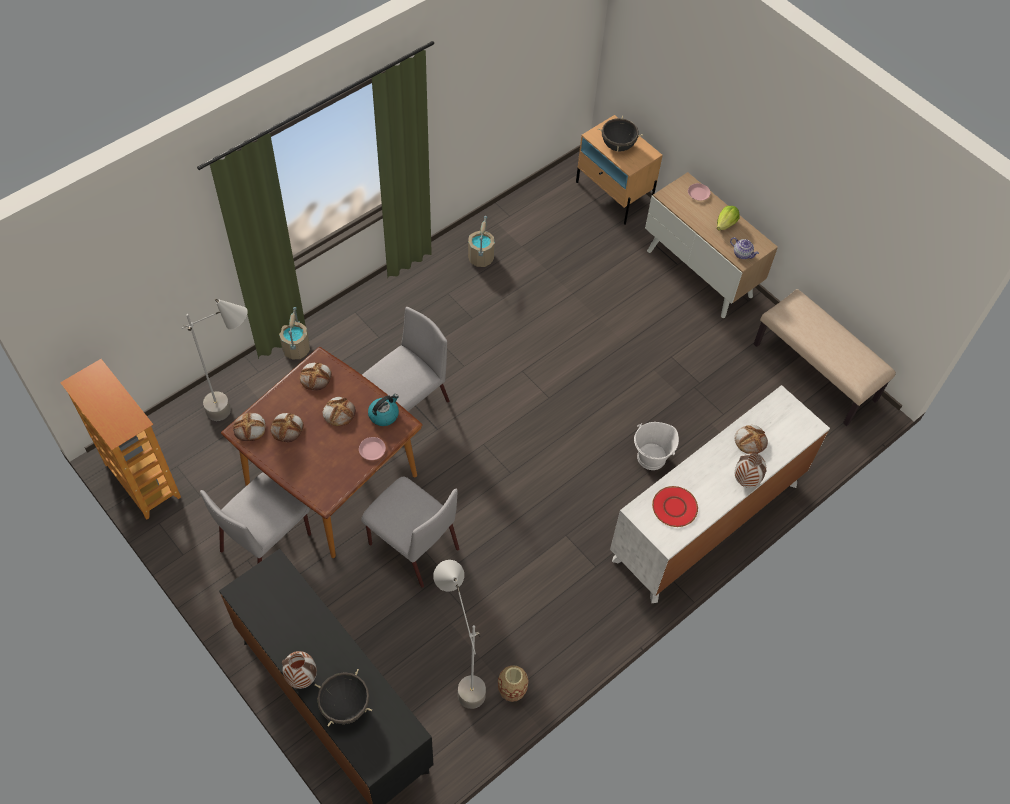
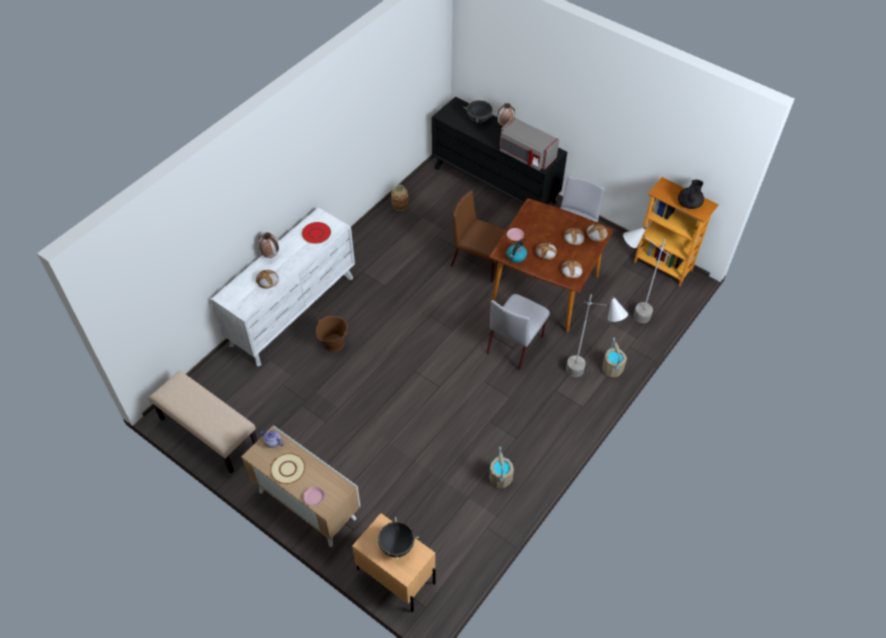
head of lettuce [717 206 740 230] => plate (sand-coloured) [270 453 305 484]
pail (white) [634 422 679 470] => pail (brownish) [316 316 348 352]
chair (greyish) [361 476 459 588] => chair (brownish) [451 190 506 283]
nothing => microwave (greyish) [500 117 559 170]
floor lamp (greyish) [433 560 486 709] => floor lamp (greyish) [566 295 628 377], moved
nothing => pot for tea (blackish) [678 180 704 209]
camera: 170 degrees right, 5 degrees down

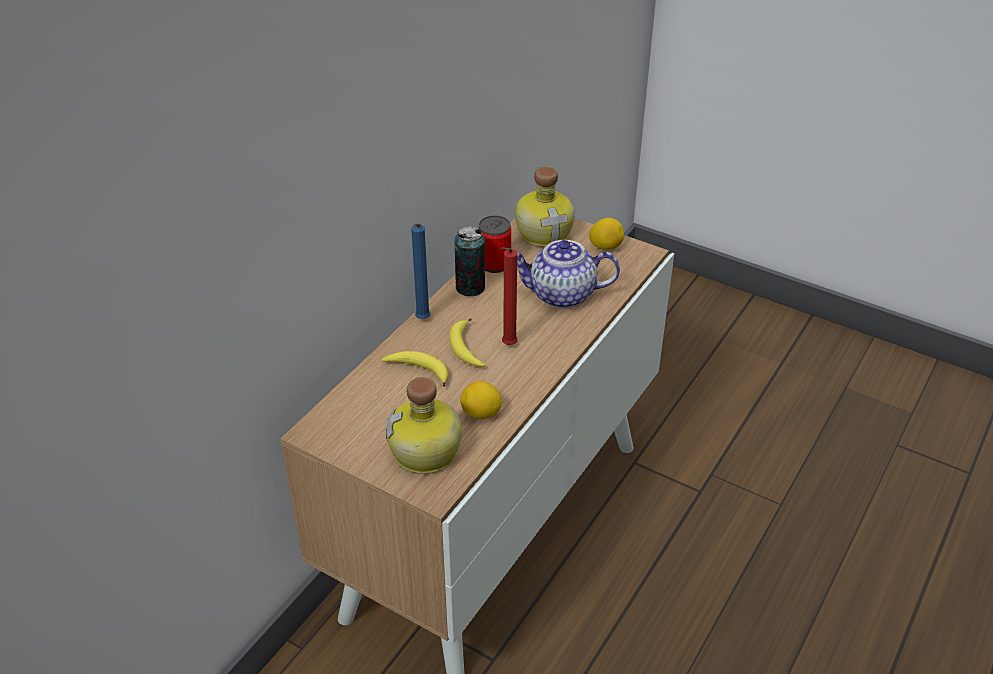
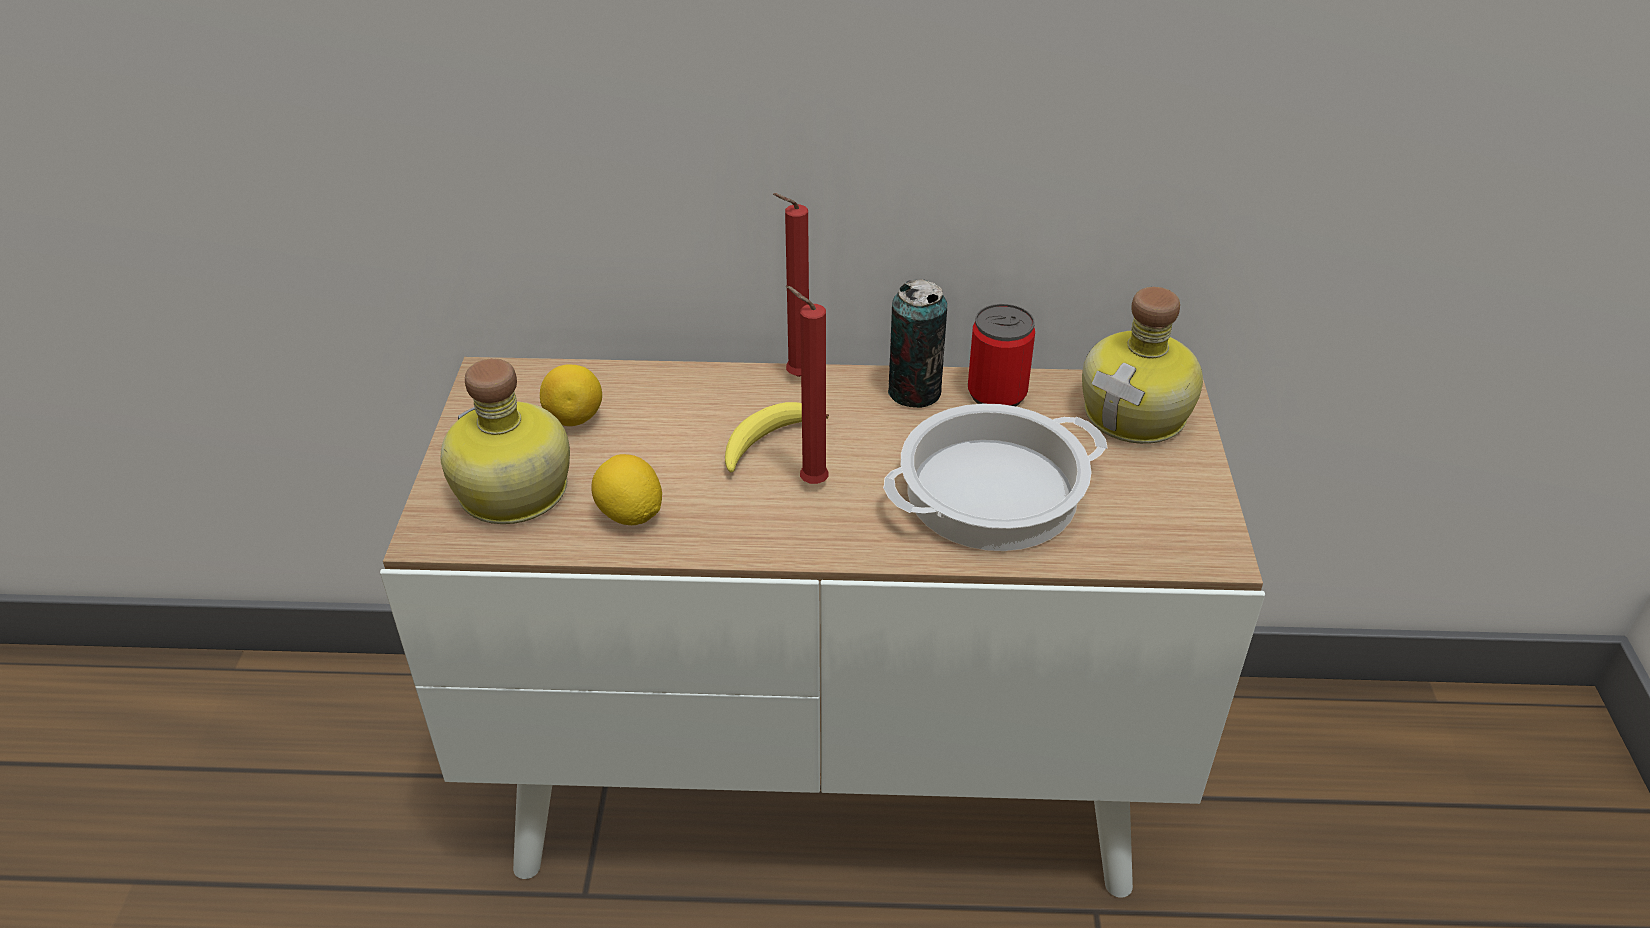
whole lemon [589 218 624 250] => whole lemon [540 365 602 426], moved
wax candle (bluish) [411 223 431 319] => wax candle (reddish) [773 193 809 377]
pot for tea [517 240 620 309] => cooking pot [883 404 1108 551]
whole banana [382 351 448 387] => nothing
camera: 60 degrees right, 0 degrees up

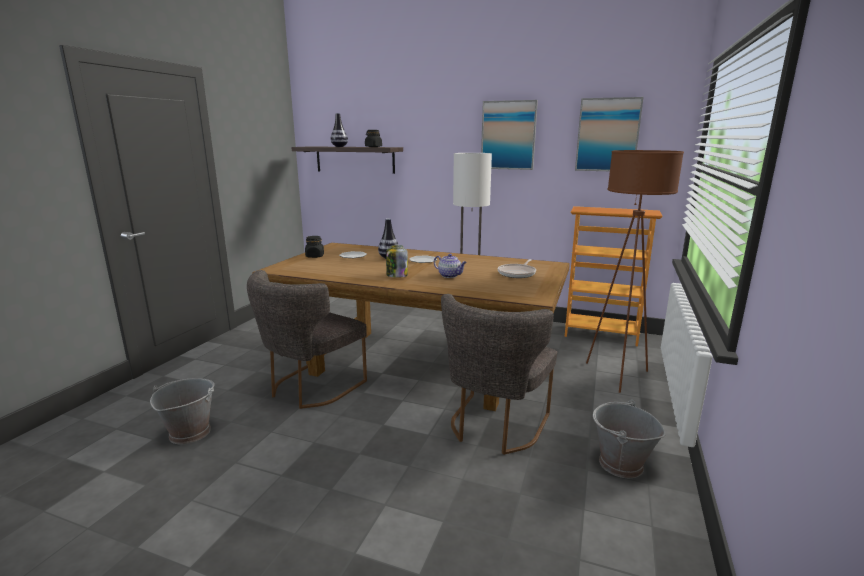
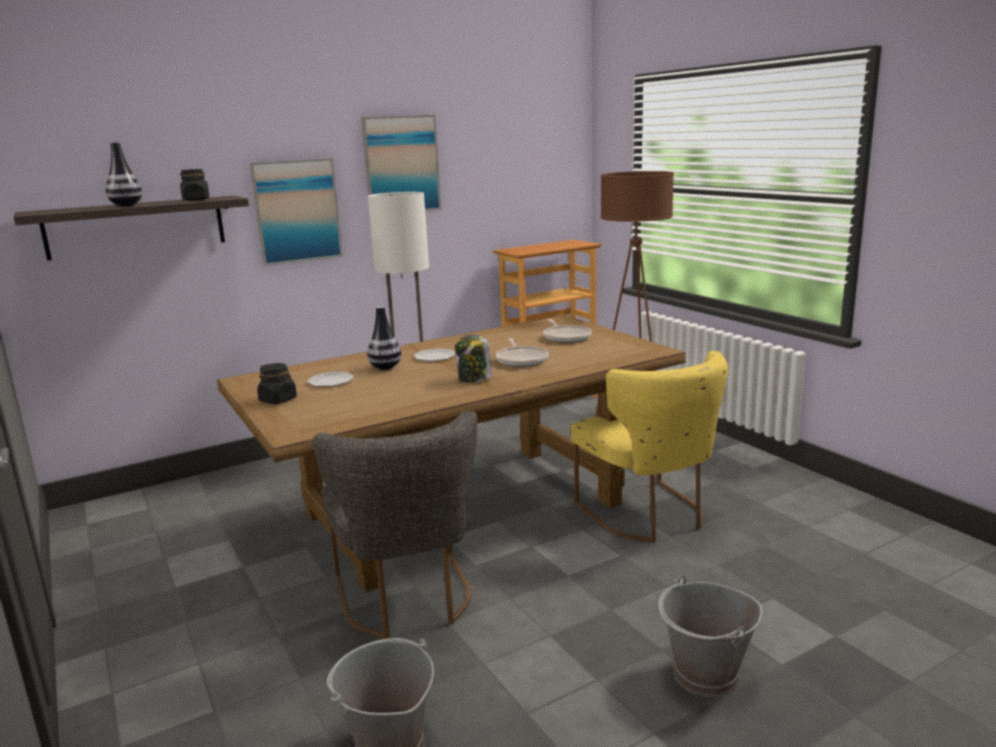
wall art [575 97 644 171] => wall art [250 158 343 266], moved
pot for tea [434 254 467 278] => pan [496 338 549 367]
chair (greyish) [441 294 557 455] => chair (yellowish) [570 351 728 543]
pail (greyish) [593 400 666 478] => pail (greyish) [658 575 762 697], moved
camera: 50 degrees left, 0 degrees up

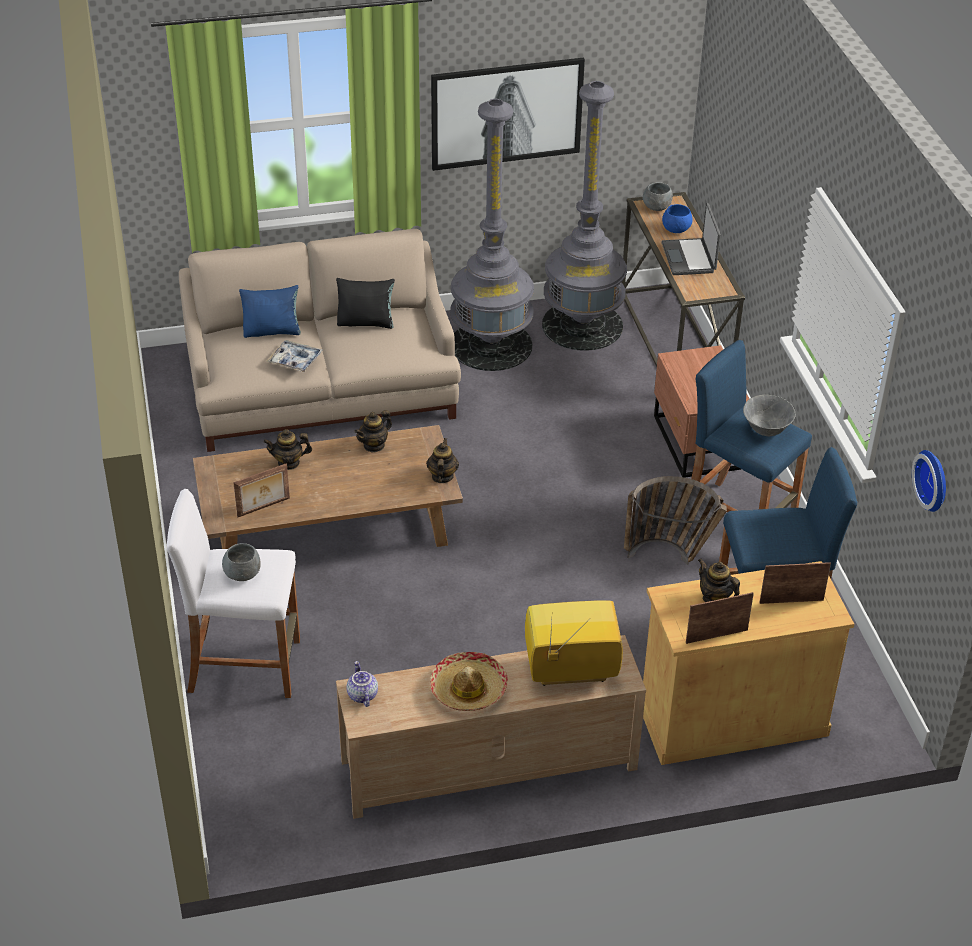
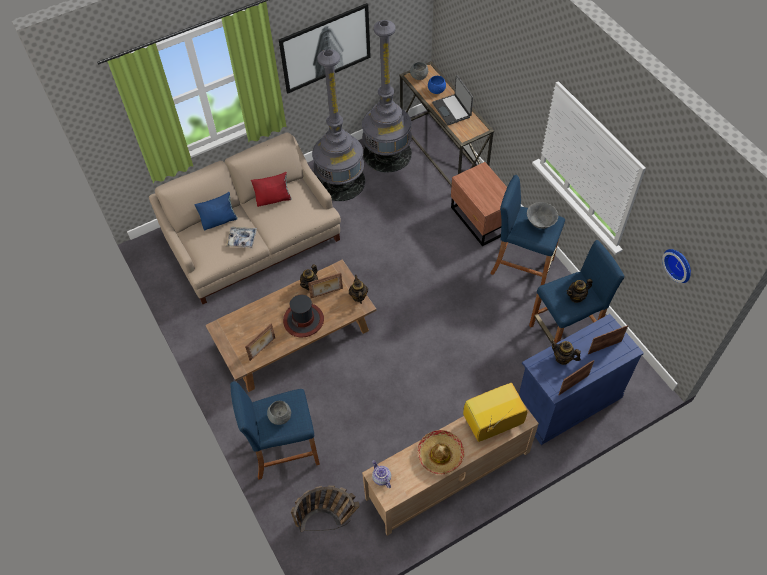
stool seat (white) [167 489 300 698] => stool seat (bluish) [230 381 320 480]
cushion (blackish) [336 278 395 329] => cushion (reddish) [251 172 292 207]
nothing => hat [283 295 324 338]
storage basket [624 476 727 565] => storage basket [291 485 360 532], moved
nothing => picture frame [308 273 343 298]
cabinet (sand-coloured) [643 561 854 765] => cabinet (bluish) [519 314 644 445]
pot for tea [263 429 312 470] => pot for tea [567 279 592 303], moved
camera: 15 degrees left, 15 degrees up

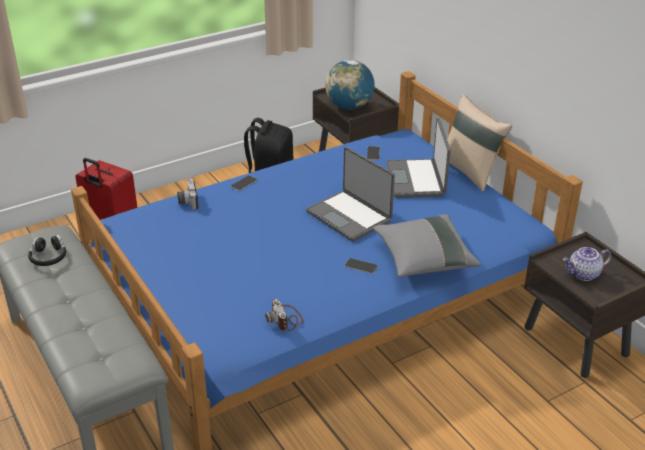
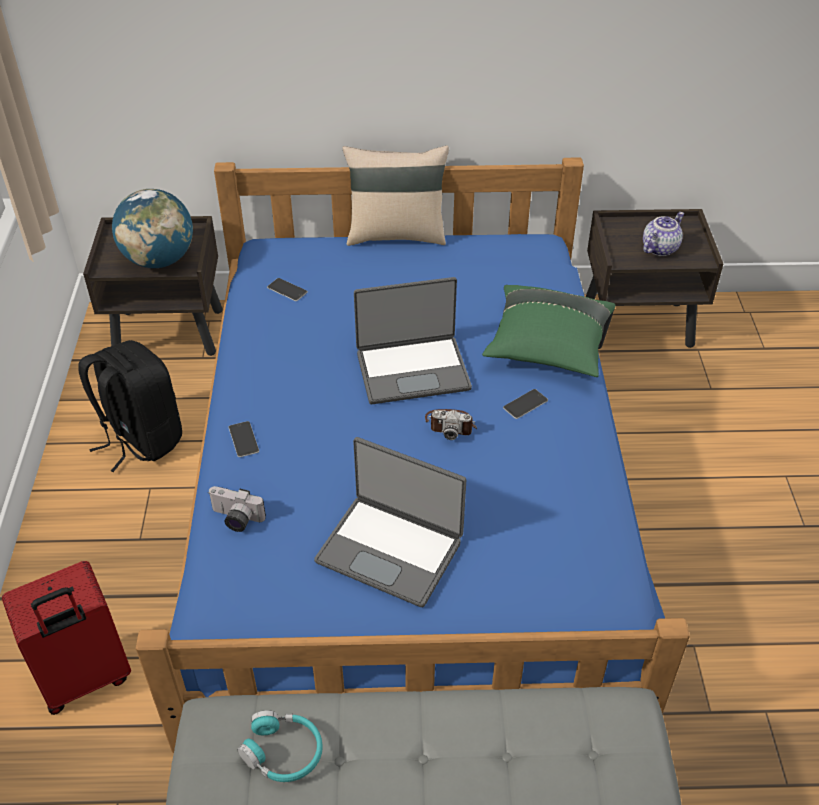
headphones (blackish) [28 235 66 266] => headphones (turquoise-coloured) [237 710 323 782]
laptop [386 117 451 198] => laptop [314 437 466 607], moved
still camera [265 299 303 331] => still camera [425 409 477 440], moved
cushion (greyish) [373 214 481 277] => cushion (green-coloured) [482 285 616 377]
pot for tea [563 247 612 281] => pot for tea [643 212 684 256], 150 degrees counterclockwise
camera: 60 degrees left, 10 degrees up

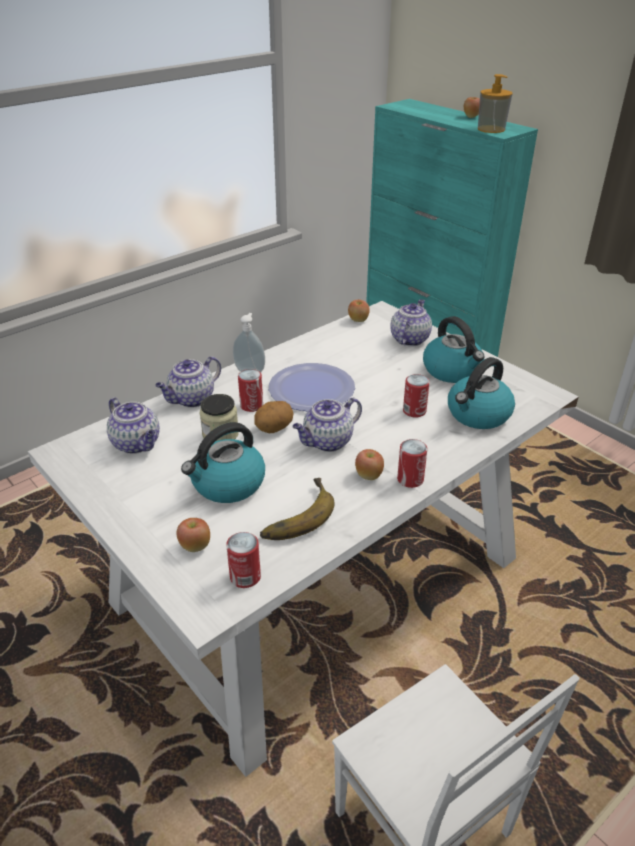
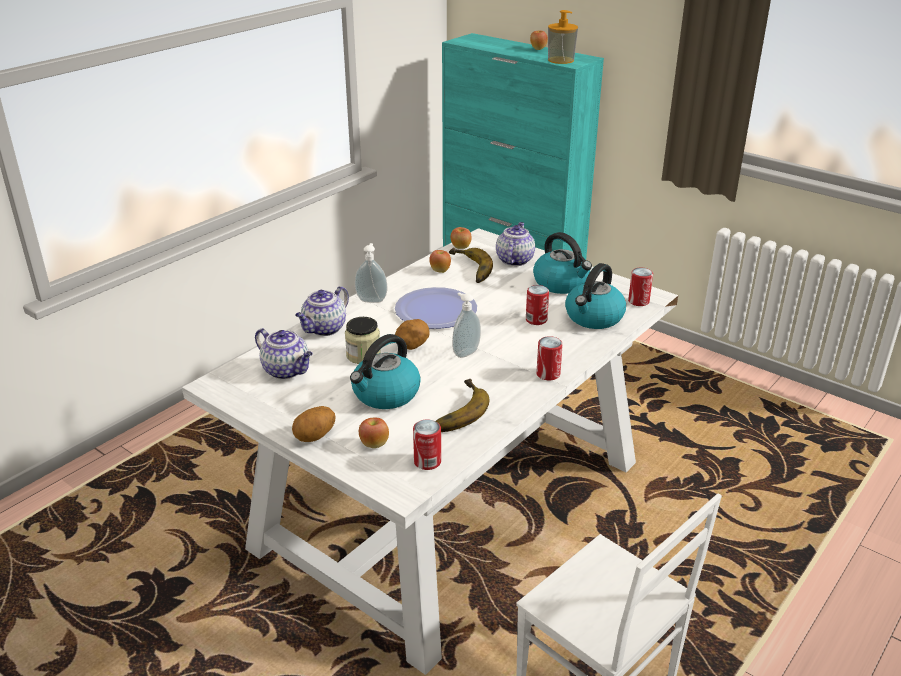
nothing => spud [292 406 335 442]
apple fruit [355 449 384 480] => apple fruit [429 250 451 273], moved
nothing => whole banana [449 248 493 283]
pot for tea [293 398 362 452] => soap bottle [452 292 481 358]
metal can [238 369 263 412] => metal can [628 268 653 306], moved
camera: 10 degrees left, 5 degrees down

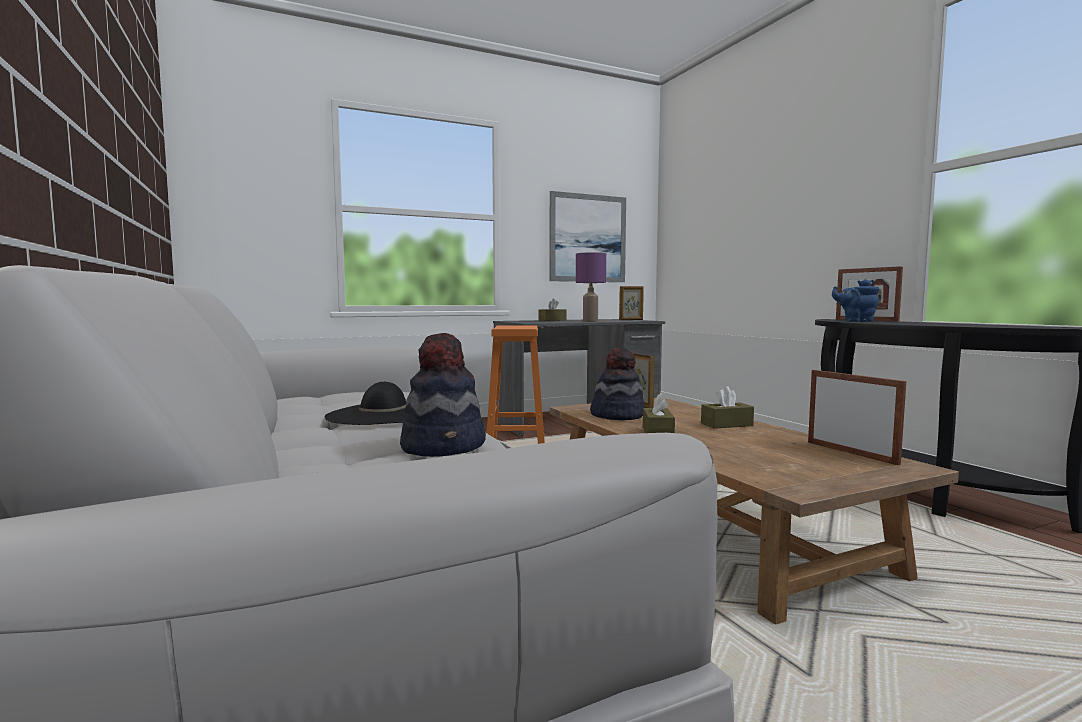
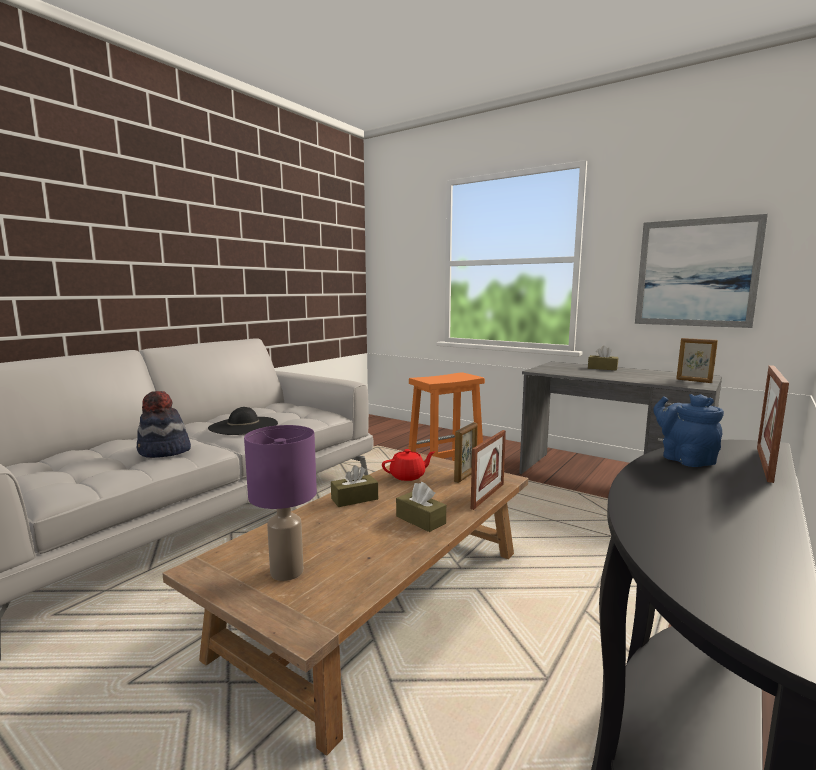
lamp for a table (purplish) [576 252 606 322] => lamp for a table (purplish) [244 425 317 581], moved
hat [590 348 645 420] => pot for tea (reddish) [382 449 435 481]
picture frame [808 370 906 465] => picture frame [471 430 506 510], moved
camera: 60 degrees right, 5 degrees up

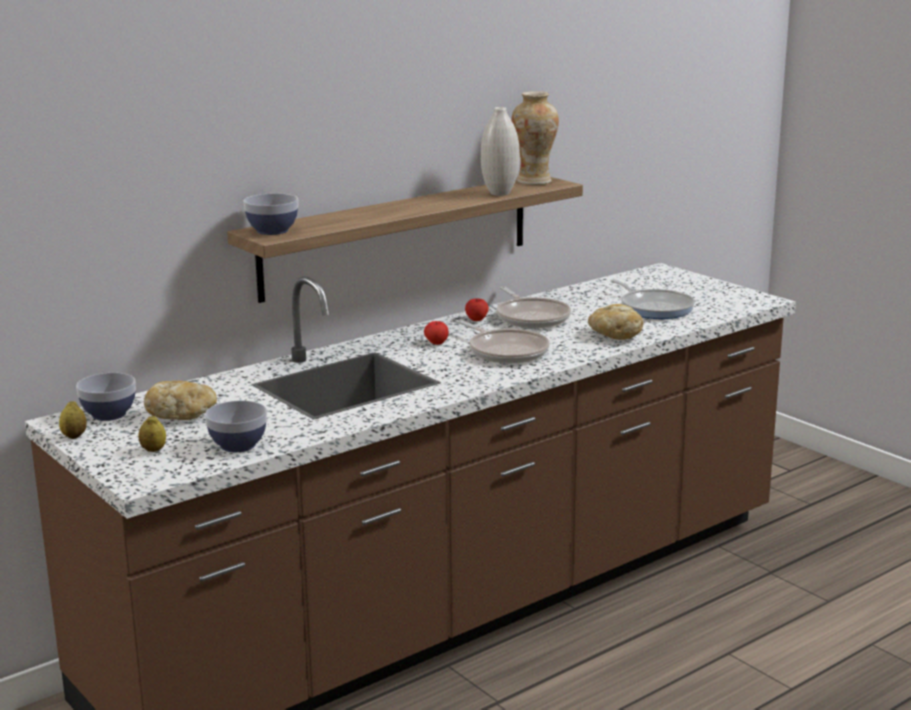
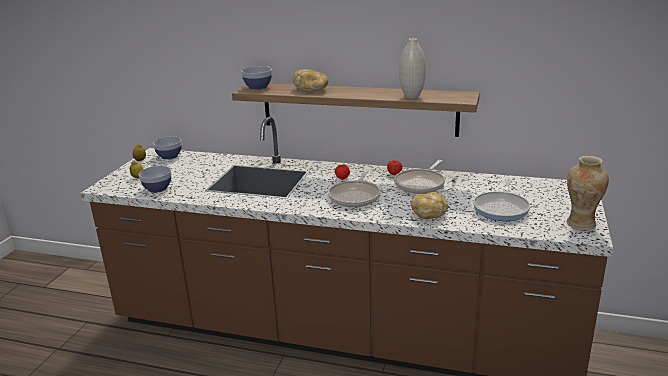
bread [144 381 217 420] => bread [293 69 328 92], moved
vase [512 91 559 185] => vase [567 156 609 231], moved
camera: 55 degrees right, 5 degrees up

